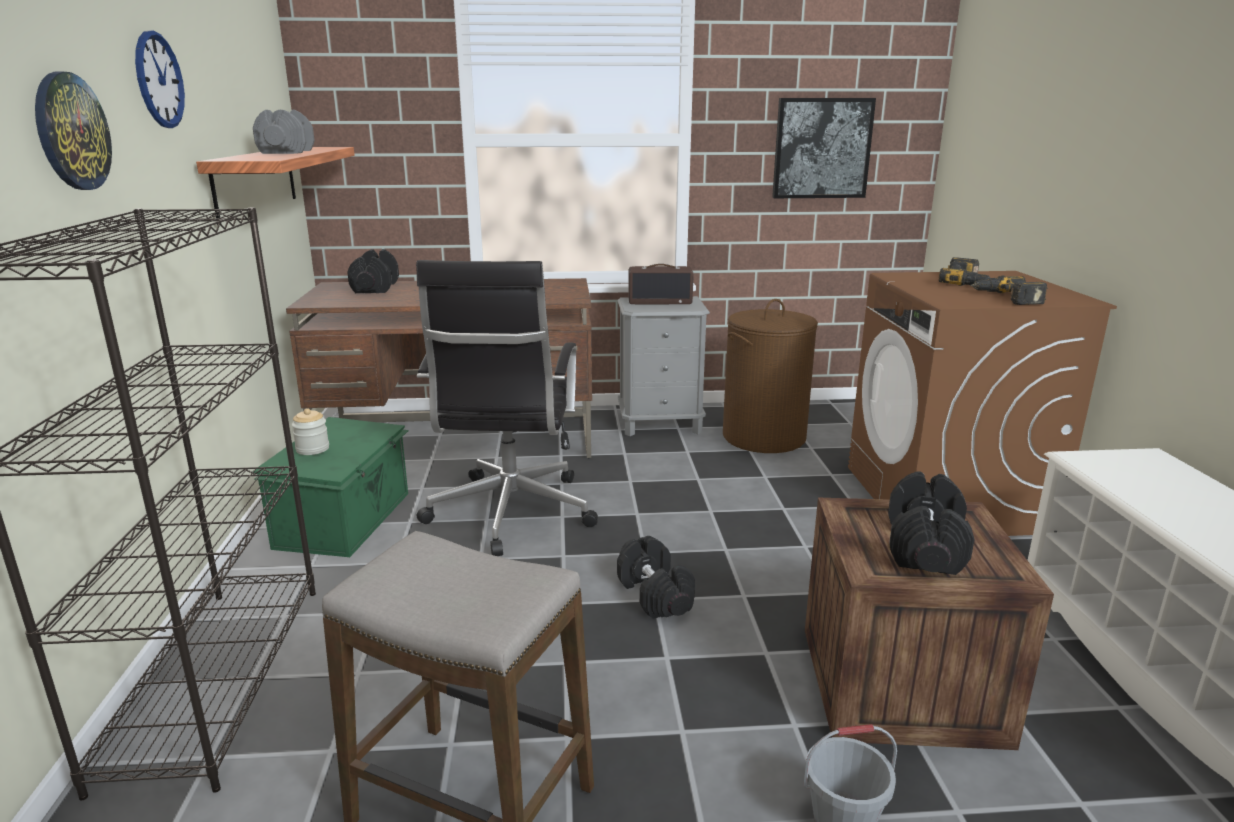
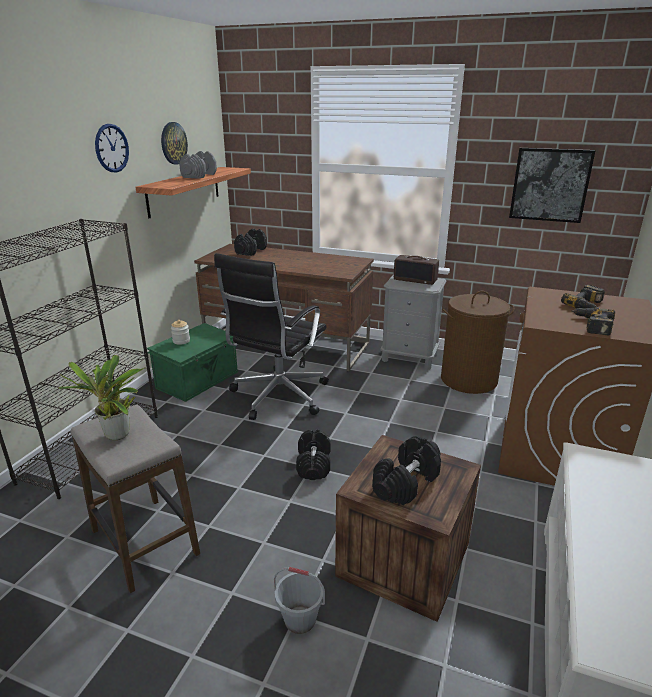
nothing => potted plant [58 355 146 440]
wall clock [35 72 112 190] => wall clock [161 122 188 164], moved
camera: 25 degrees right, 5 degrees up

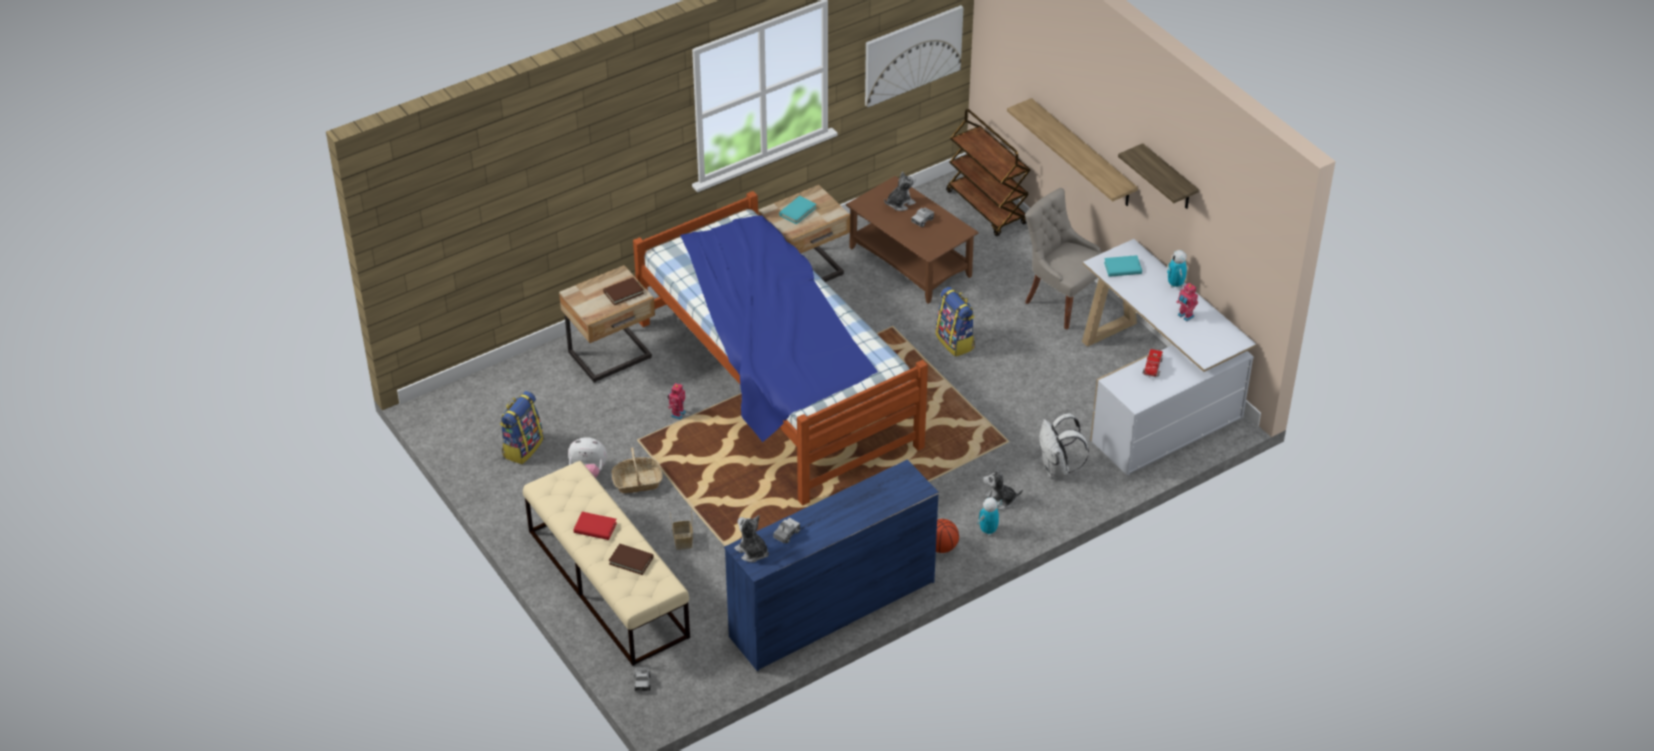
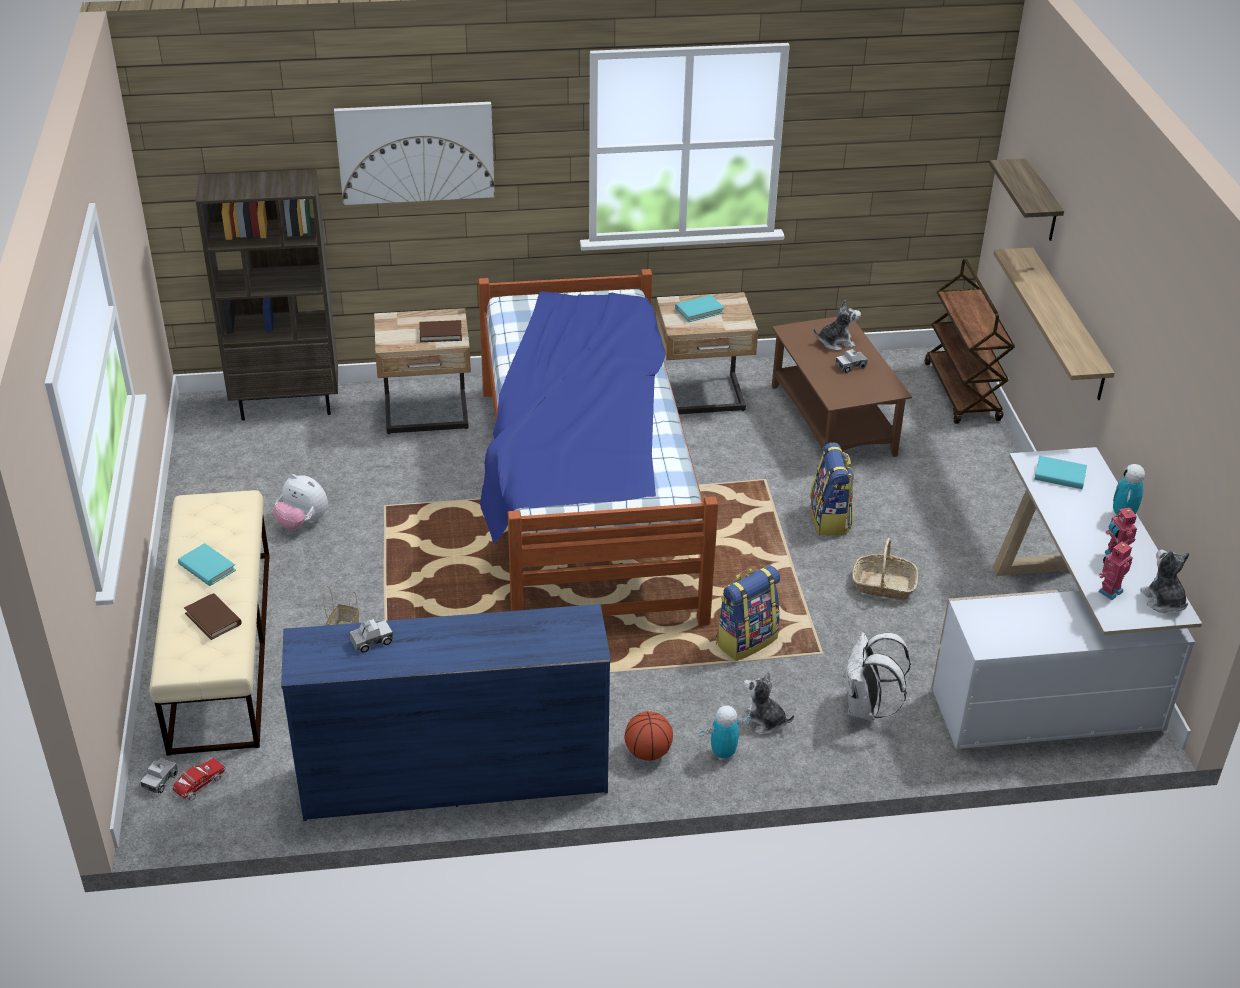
toy truck [1143 349 1163 378] => toy truck [172 758 226 801], moved
bound book (reddish) [574 512 617 540] => bound book (turquoise-coloured) [178 543 236 586]
nothing => shelving unit (brownish) [195 169 338 421]
wall art [865 5 964 108] => wall art [334 102 495 205], moved
backpack [500 391 543 464] => backpack [716 565 780 661], moved
storage basket [611 447 663 493] => storage basket [852 538 918 600], moved
wall shelf [1118 143 1199 209] => wall shelf [989 158 1064 241], moved
model robot [668 383 686 420] => model robot [1098 542 1133 600], moved
soft toy [734 515 769 562] => soft toy [1140 550 1190 613], moved
chair (greyish) [1025 188 1103 330] => nothing
camera: 25 degrees right, 5 degrees down

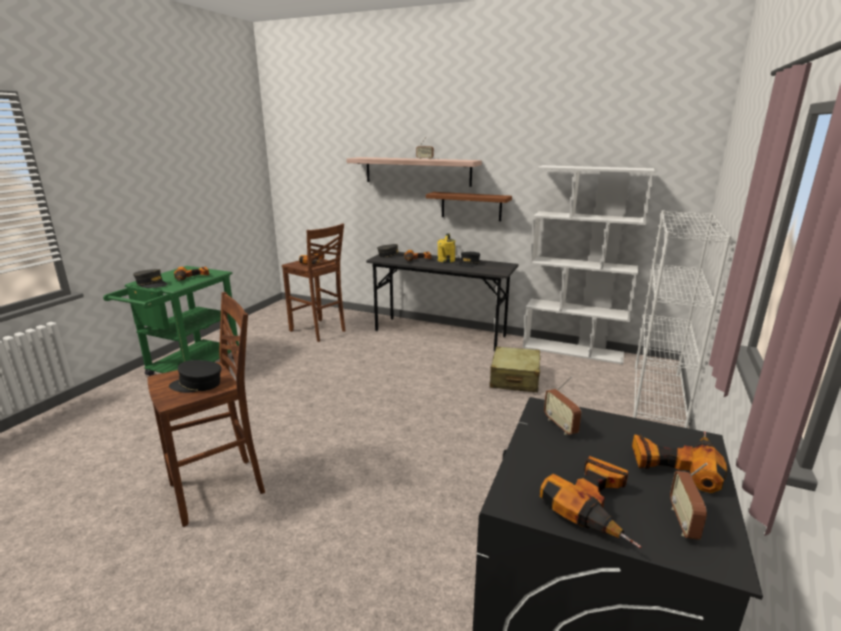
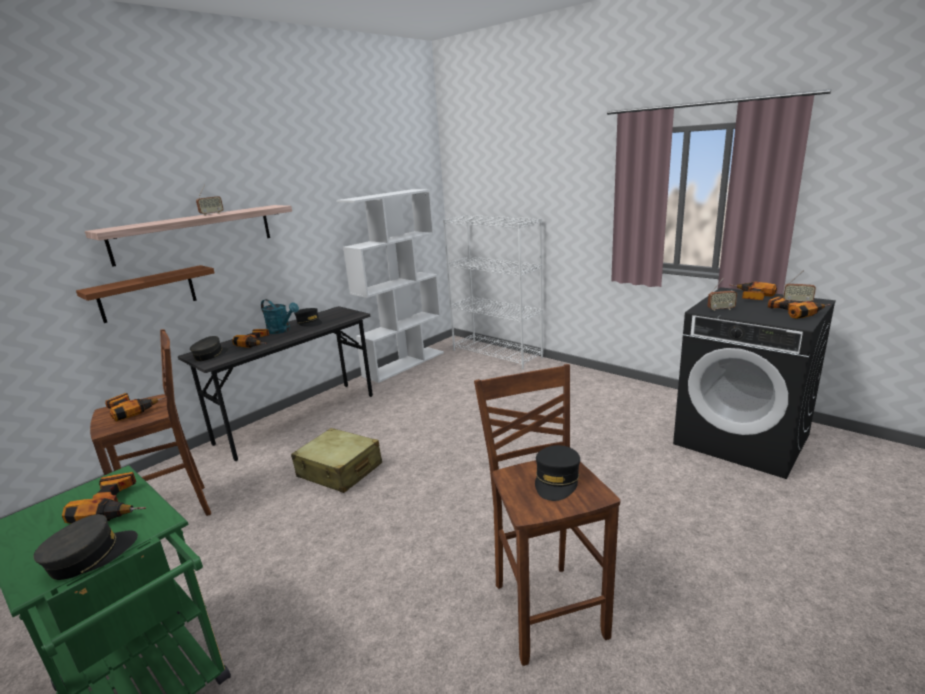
wall shelf (brownish) [426 192 512 221] => wall shelf (brownish) [76 265 215 323], moved
watering pot (yellowish) [437 234 456 263] => watering pot (turquoise-coloured) [261 299 299 334]
piece of luggage (sand-coloured) [490 346 540 392] => piece of luggage (sand-coloured) [291 428 382 493], moved
camera: 70 degrees left, 0 degrees up

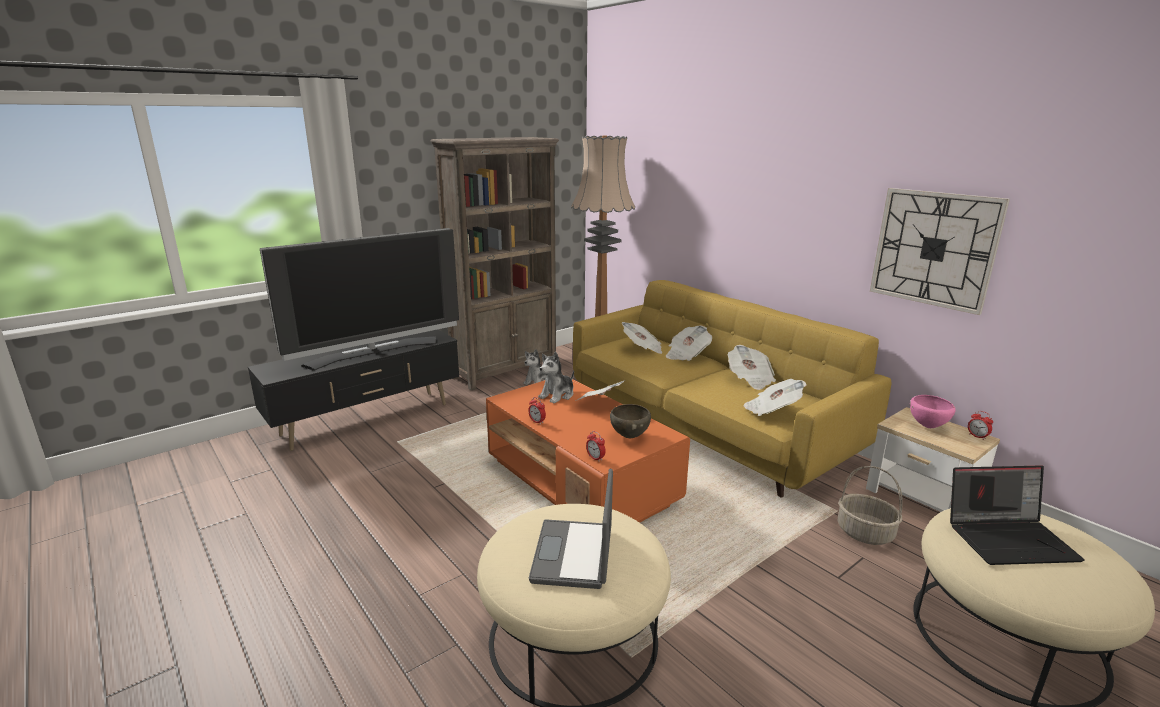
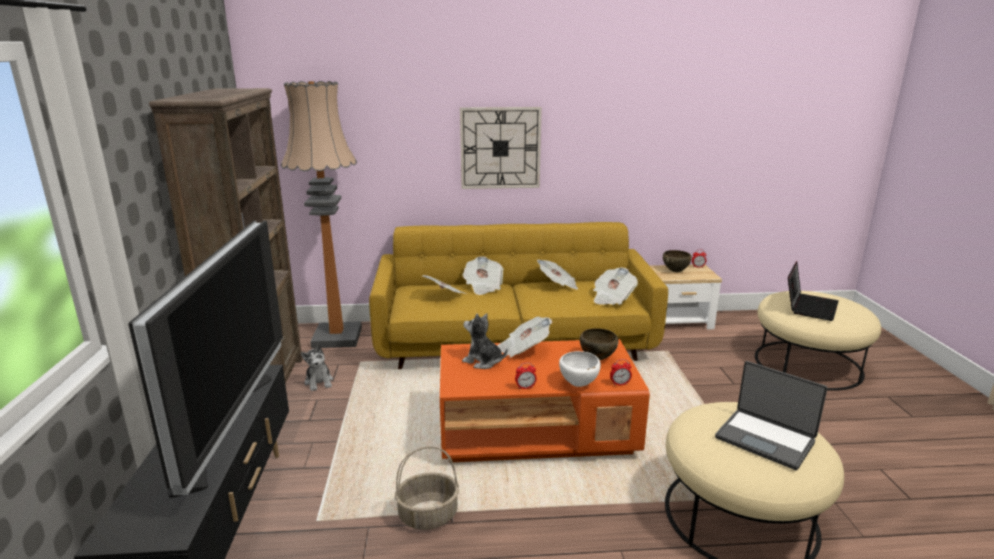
storage basket [838 466 903 545] => storage basket [395 446 459 530], moved
wall clock [870 188 1010 315] => wall clock [460 107 542 189], moved
soft toy [538 352 574 404] => soft toy [462 313 507 369], 135 degrees clockwise
nothing => bowl (white) [559 351 601 387]
bowl (pink) [910 395 956 428] => bowl (brownish) [663 250 692 272]
camera: 55 degrees left, 0 degrees up

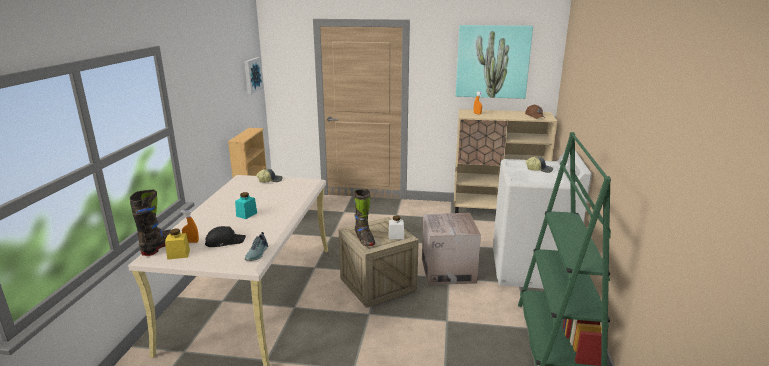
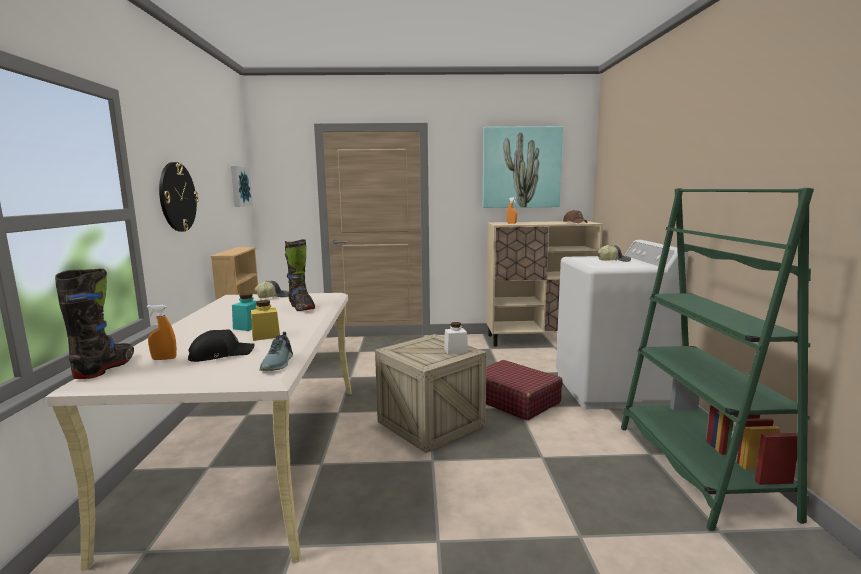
nothing => wall clock [159 162 199 232]
storage jar (yellowish) [165 228 190 260] => storage jar (yellowish) [251 300 280 341], moved
tall boot (blackish) [354 189 375 246] => tall boot (blackish) [285 239 315 311], moved
carton [422 213 481 285] => piece of luggage (reddish) [486 360 563 420]
camera: 10 degrees left, 10 degrees down

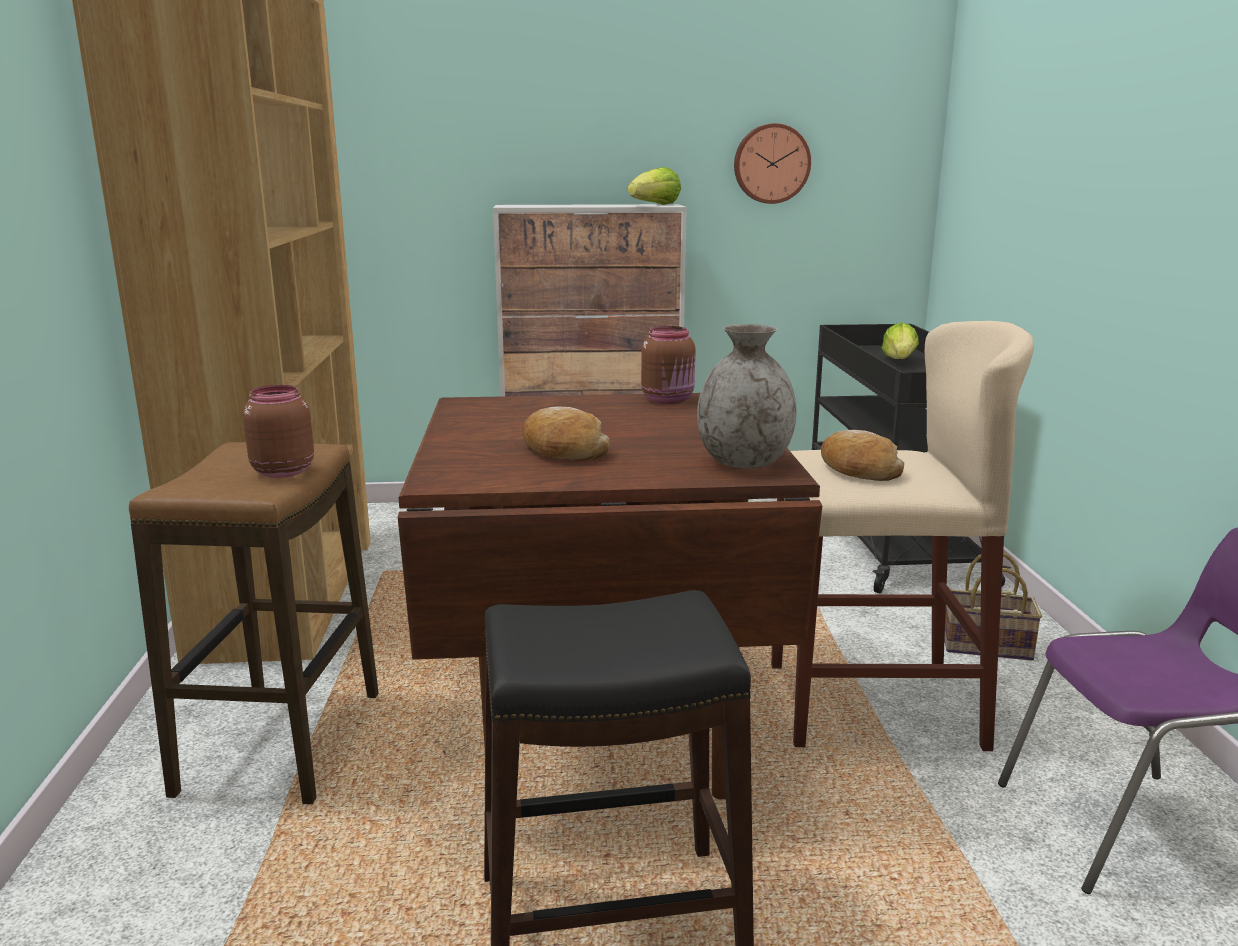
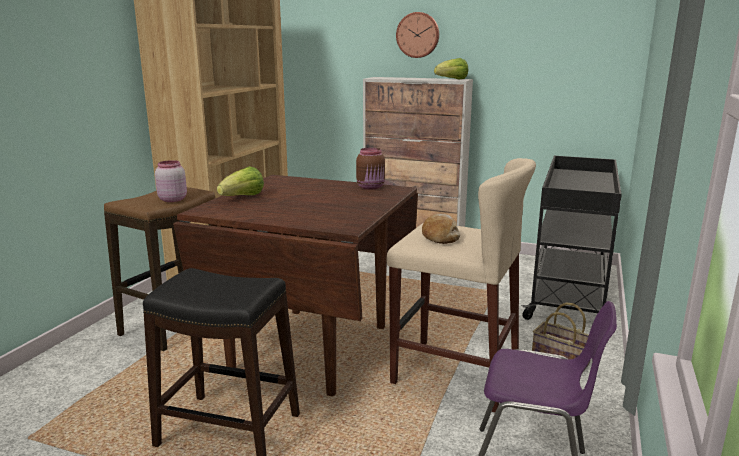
storage jar (brownish) [243 385 314 478] => storage jar (pink) [155 160 187 202]
head of lettuce [882 322 919 359] => head of lettuce [217 166 264 196], moved
wall clock [734 123 811 204] => wall clock [396 12 439 58], moved
bread [522 407 610 460] => nothing
vase (greyish) [697 324 797 468] => nothing
camera: 25 degrees right, 0 degrees up

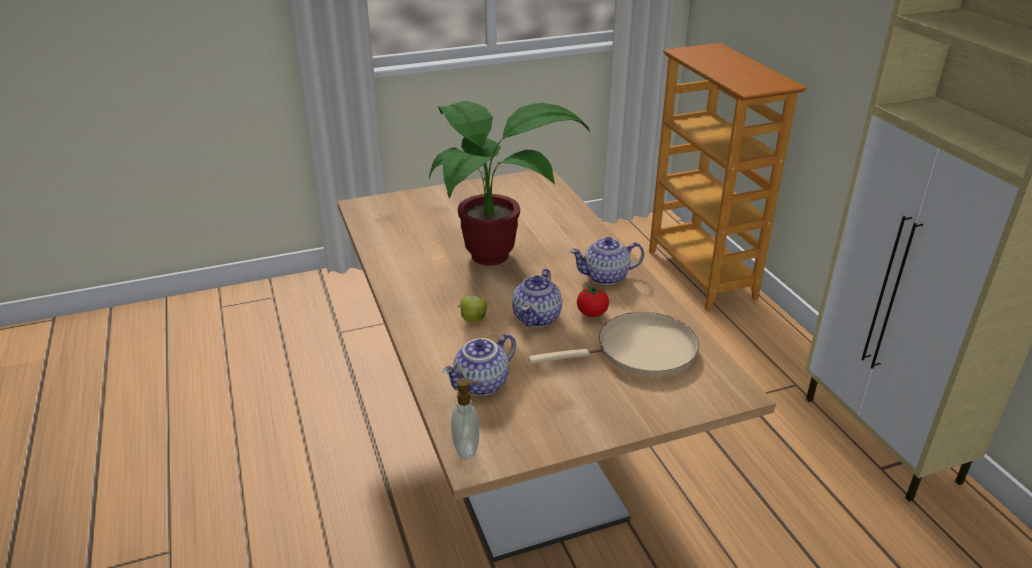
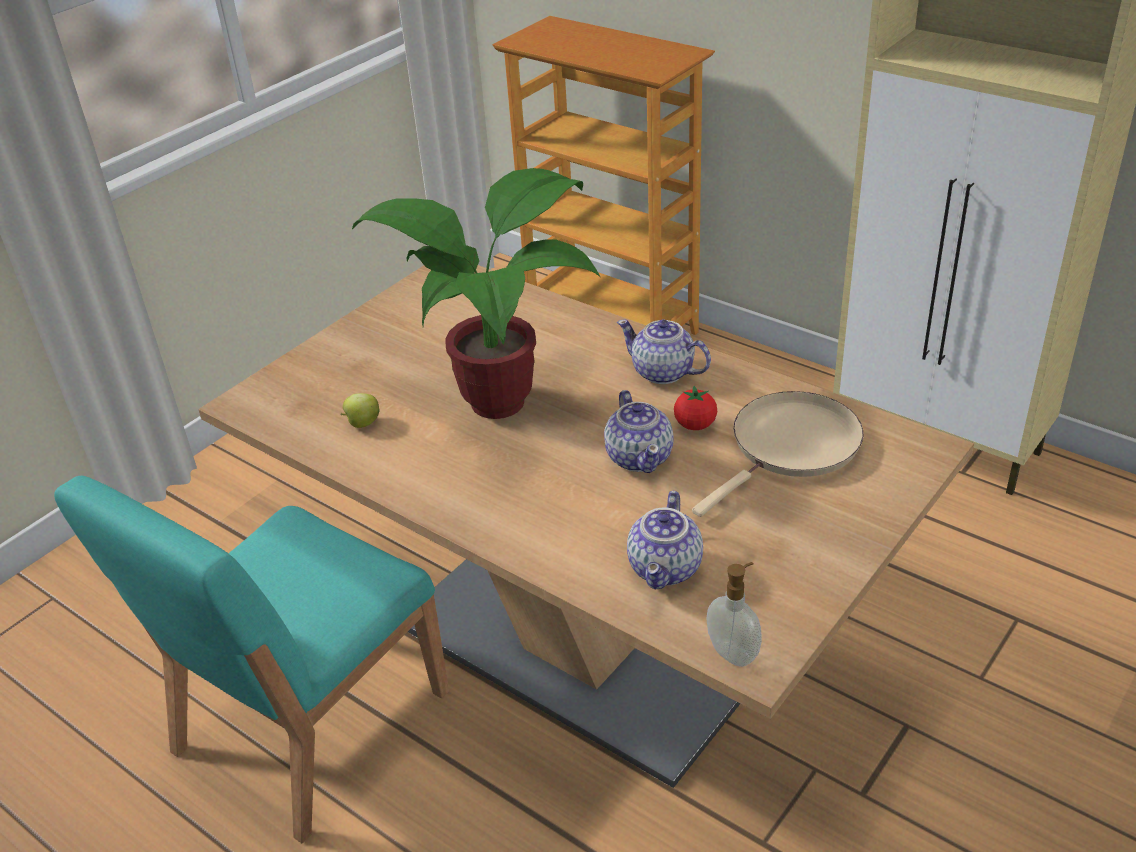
nothing => chair (turquoise-coloured) [54 476 449 843]
apple fruit [458 295 487 322] => apple fruit [340 393 380 428], moved
pot for tea [570 237 644 285] => pot for tea [617 319 711 384], 75 degrees clockwise
camera: 30 degrees left, 5 degrees up

